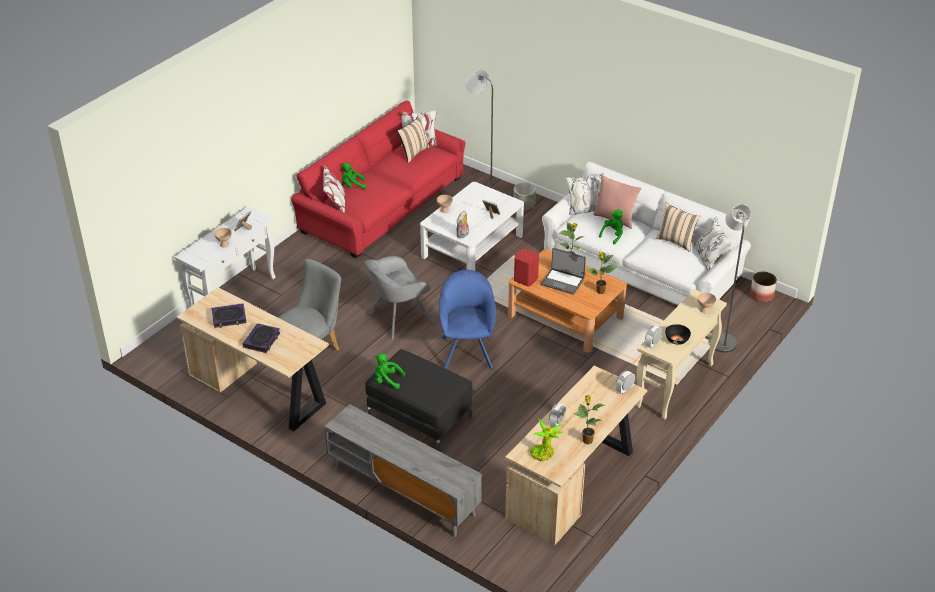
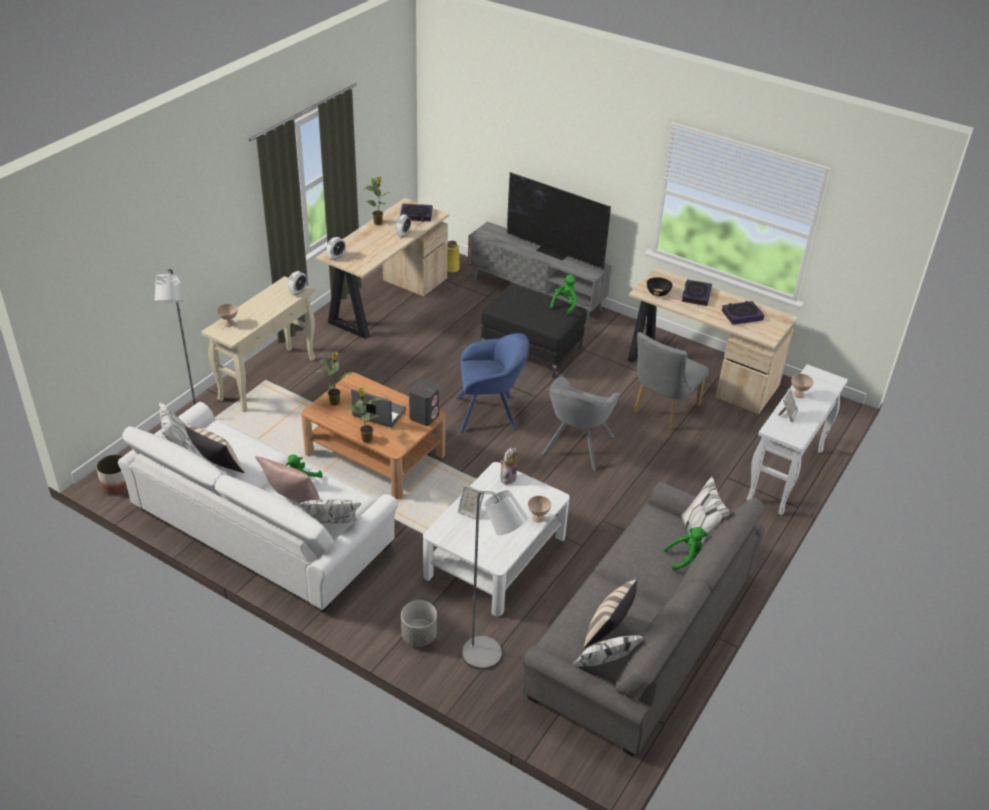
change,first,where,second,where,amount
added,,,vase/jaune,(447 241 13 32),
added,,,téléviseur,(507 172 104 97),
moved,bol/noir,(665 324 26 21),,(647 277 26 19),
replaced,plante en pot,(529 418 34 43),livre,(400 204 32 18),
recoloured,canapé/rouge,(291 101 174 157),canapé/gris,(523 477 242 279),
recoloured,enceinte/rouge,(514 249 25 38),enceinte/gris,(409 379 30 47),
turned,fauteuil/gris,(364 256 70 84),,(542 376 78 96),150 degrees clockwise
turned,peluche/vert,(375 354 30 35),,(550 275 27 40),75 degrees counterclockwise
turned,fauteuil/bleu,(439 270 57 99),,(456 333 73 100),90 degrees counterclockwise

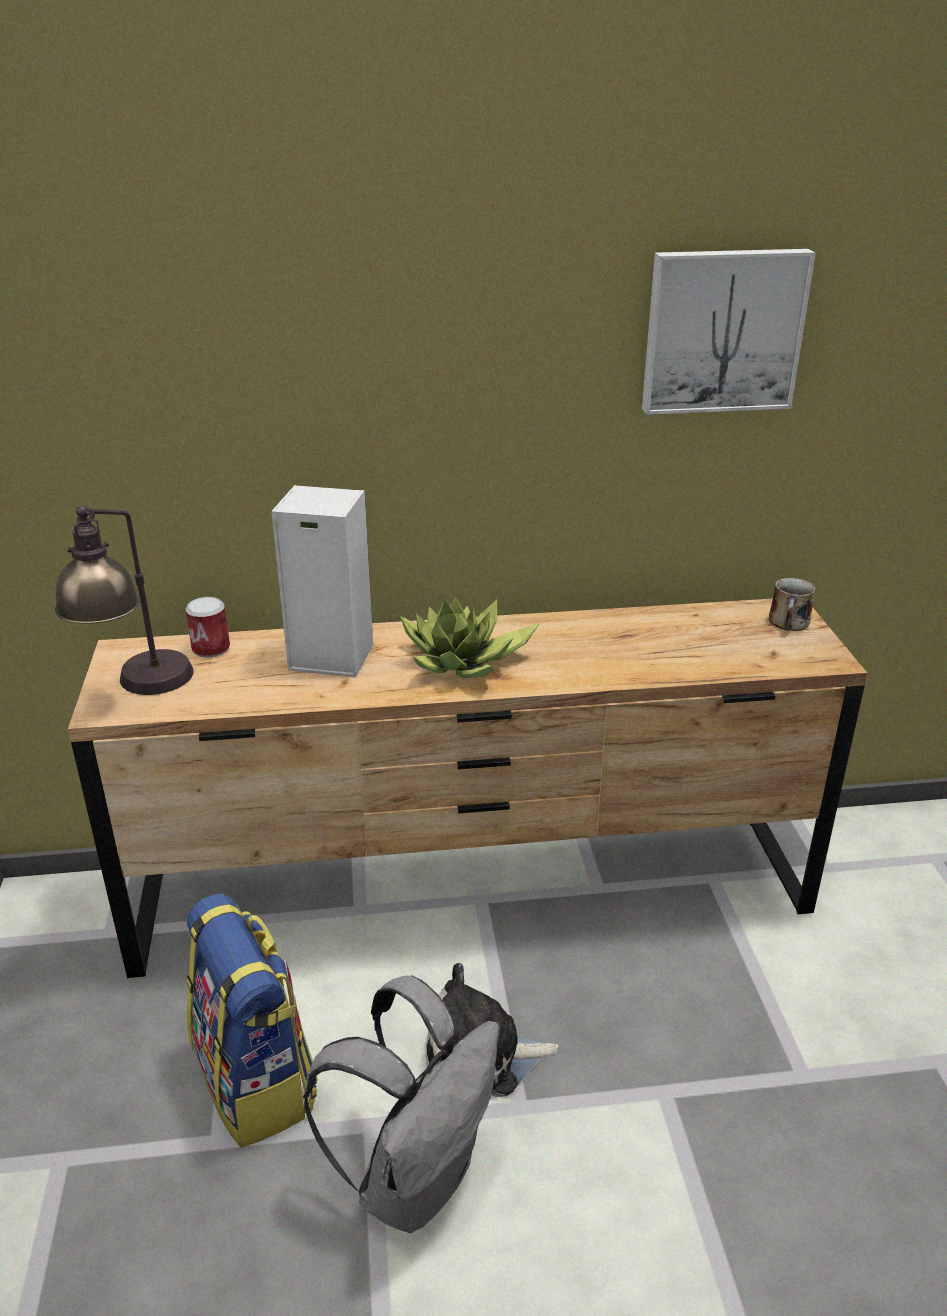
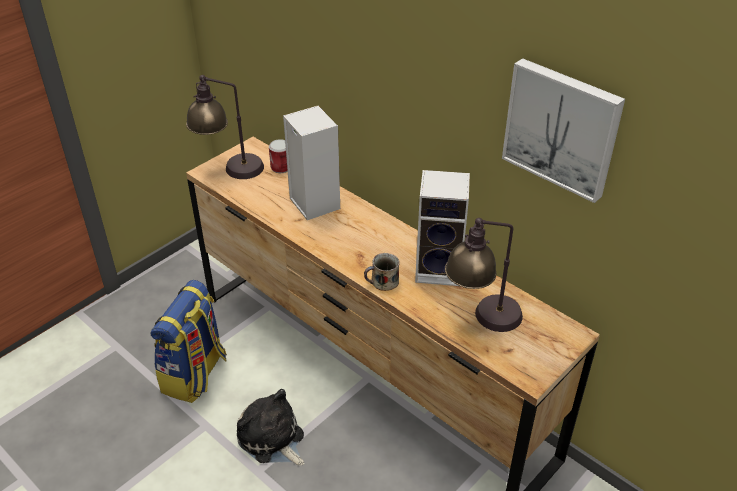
change,first,where,second,where,amount
removed,sac à dos/gris,(303 976 197 258),,,
removed,plante en pot,(400 597 140 81),,,
added,,,enceinte,(415 170 55 116),
added,,,lampe de table,(445 218 78 114),
moved,mug,(769 578 47 53),,(364 253 36 38),

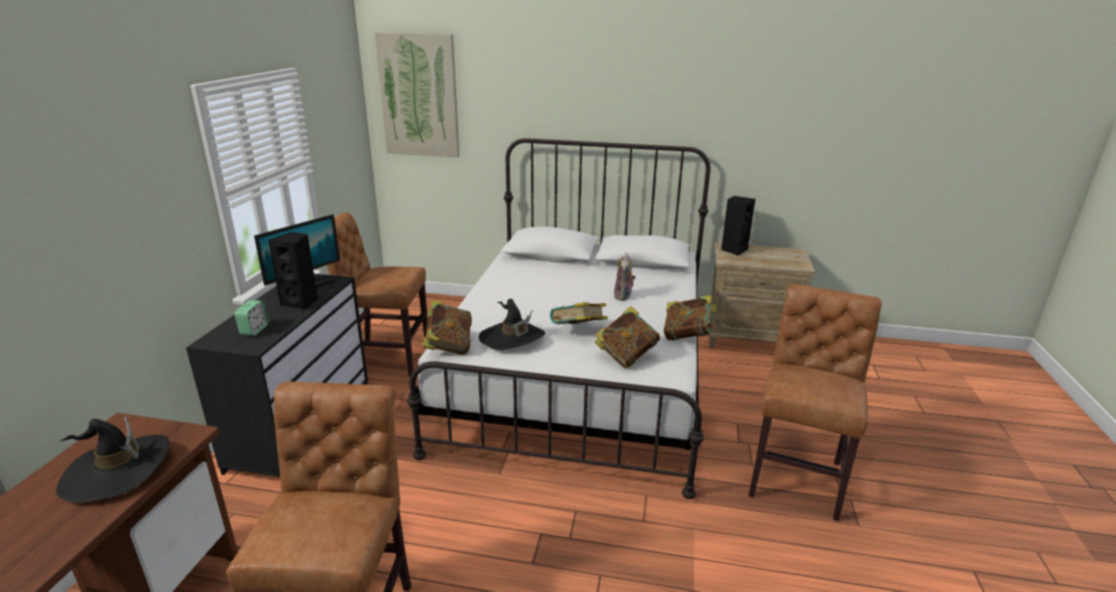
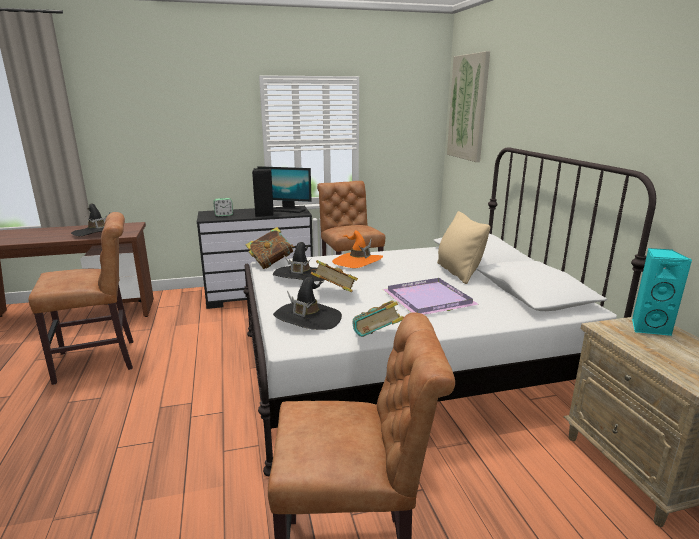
change,first,where,second,where,amount
added,,,chapeau/orange,(332 230 51 38),
added,,,coussin/beige,(437 211 54 73),
replaced,livre,(595 306 65 63),chapeau/noir,(273 277 69 53),
replaced,peluche,(614 252 22 49),plateau/violet,(383 278 95 37),
recoloured,enceinte/noir,(721 196 34 60),enceinte/turquoise,(632 248 60 88),

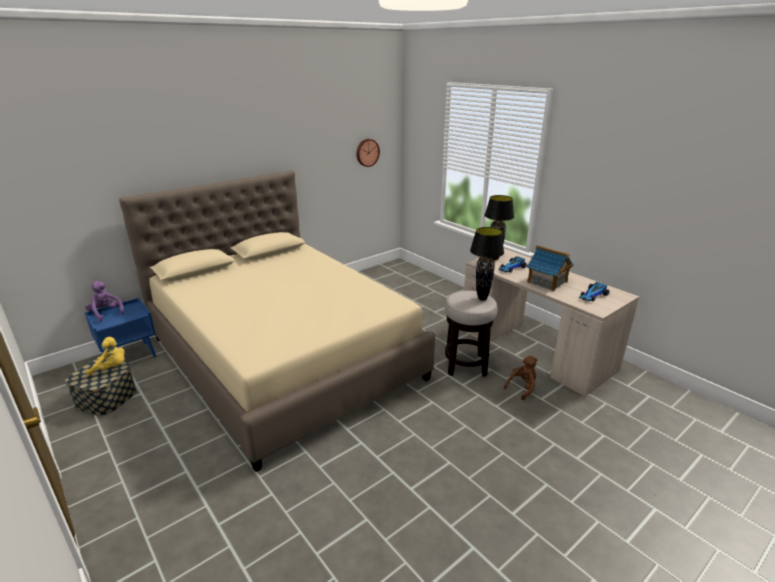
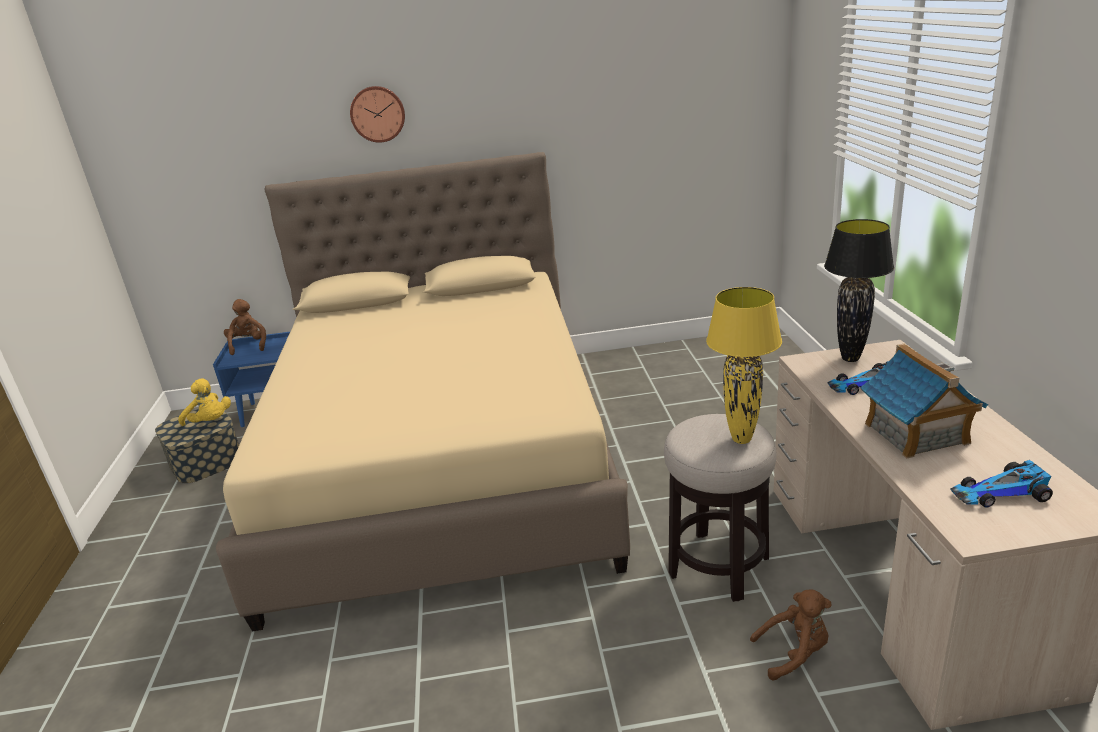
change,first,where,second,where,amount
moved,horloge murale,(356 139 24 28),,(350 86 55 57),
recoloured,peluche/violet,(85 281 39 40),peluche/marron,(224 299 42 56),
recoloured,lampe de table/noir,(470 227 34 74),lampe de table/jaune,(706 287 76 157),

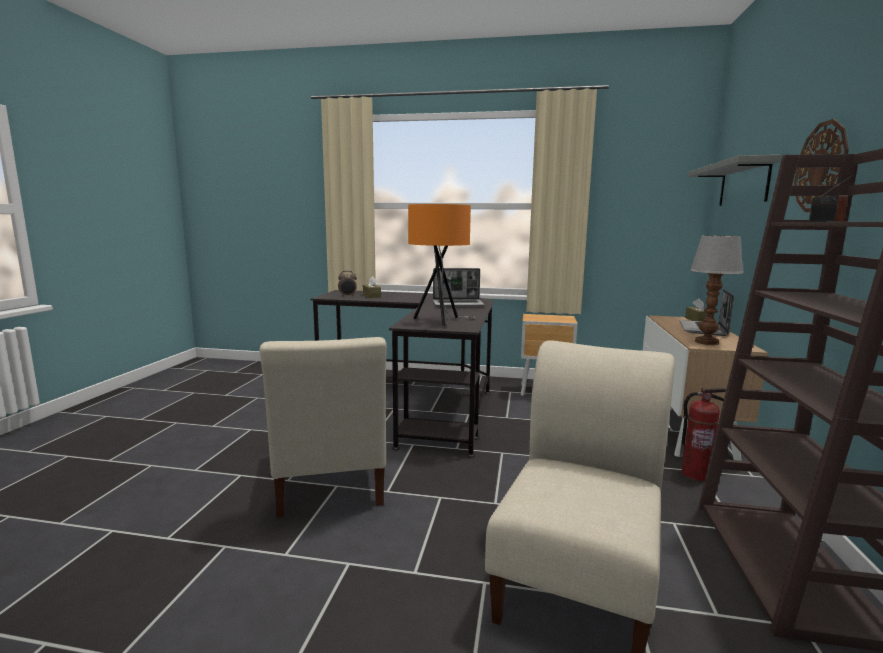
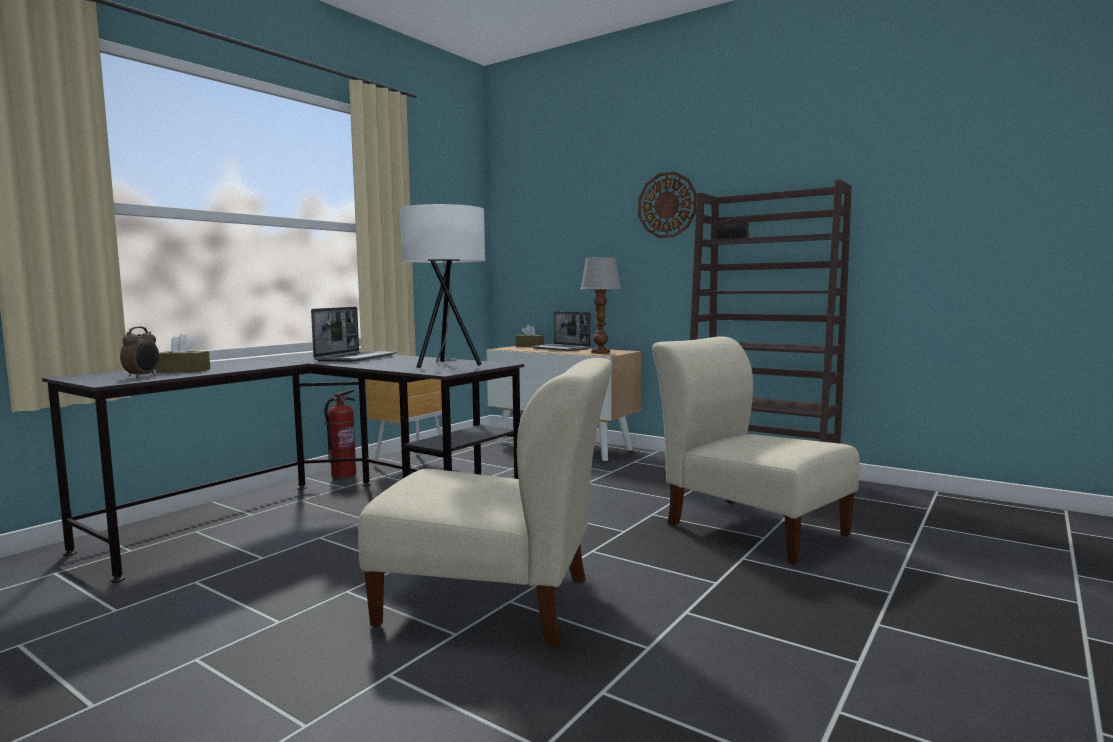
change,first,where,second,where,amount
removed,étagère/gris,(688 155 93 51),,,
moved,extincteur,(680 388 46 93),,(324 389 32 90),
recoloured,lampe de table/orange,(408 204 68 122),lampe de table/blanc,(400 204 85 164),

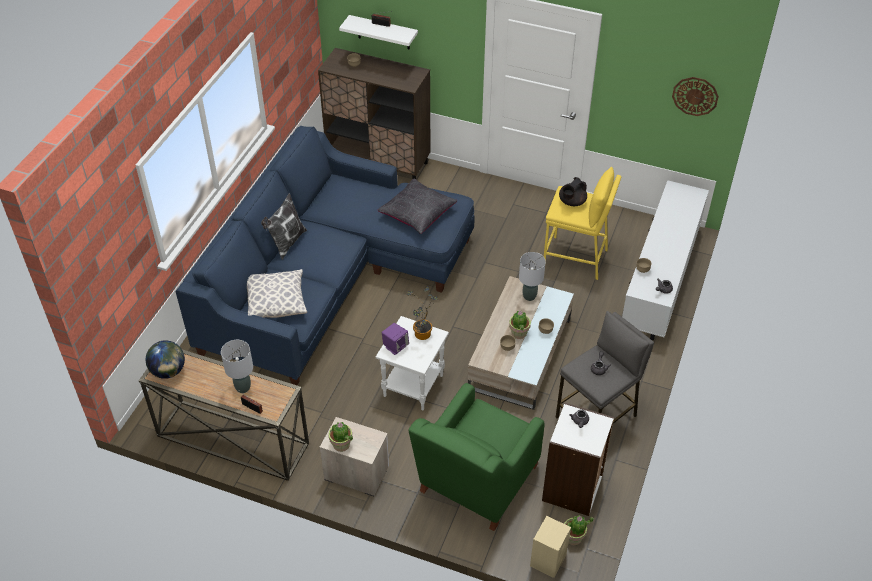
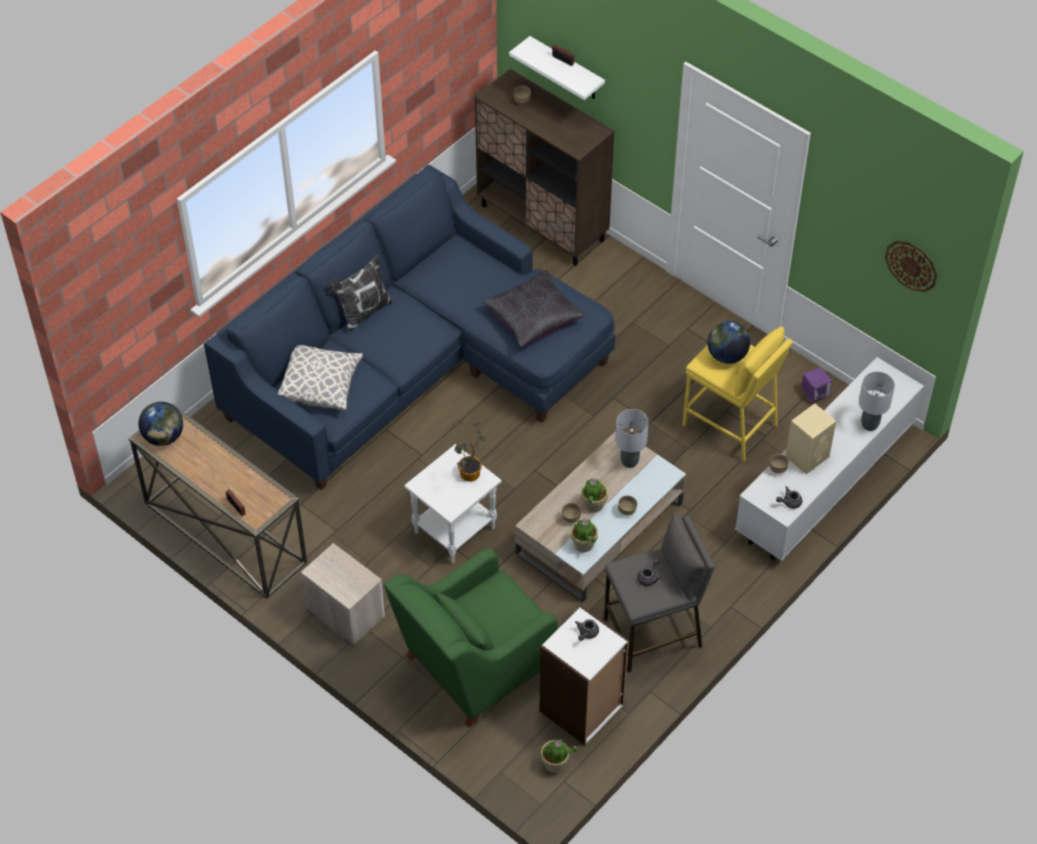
change,first,where,second,where,amount
moved,lampe de table/gris,(221 340 32 53),,(859 371 36 60),
moved,plante en pot,(328 422 25 30),,(571 519 27 33),
moved,enceinte/violet,(382 323 27 32),,(802 367 30 36),
moved,enceinte/beige,(530 516 41 62),,(785 404 51 70),
replaced,théière/noir,(559 177 28 29),globe,(708 321 42 43),

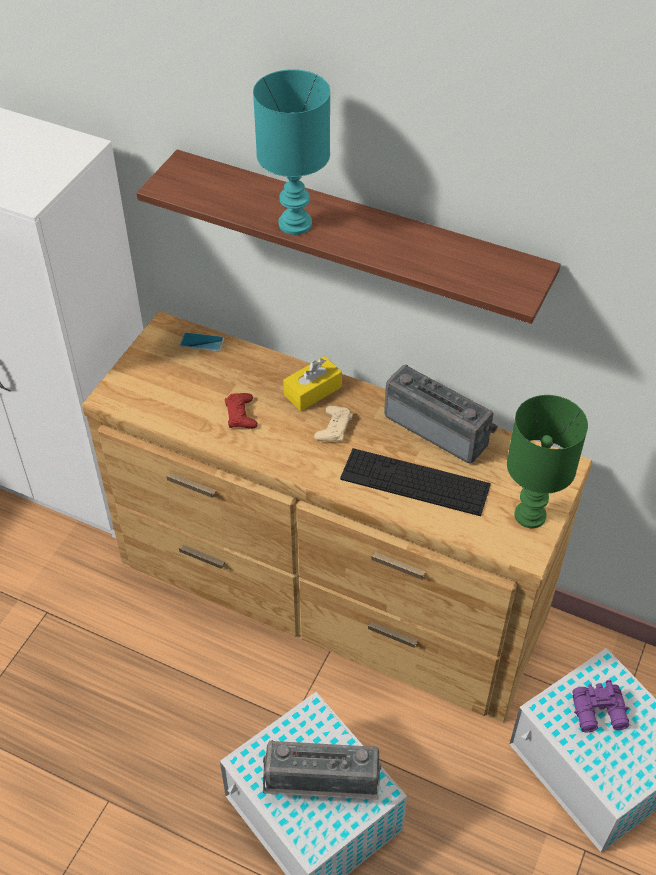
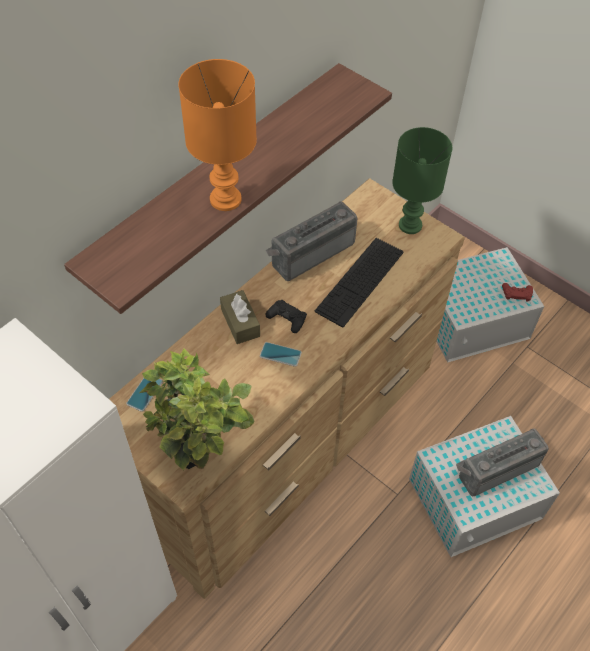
change,first,where,second,where,amount
removed,jumelles/violet,(572 680 57 52),,,
added,,,plante en pot,(140 349 114 121),
added,,,téléphone,(260 342 42 25),
moved,manette/rouge,(225 393 33 36),,(502 283 31 18),
recoloured,lampe de table/turquoise,(253 69 77 166),lampe de table/orange,(178 59 79 152),
recoloured,boîte à mouchoirs/jaune,(283 356 59 55),boîte à mouchoirs/marron,(220 290 40 54),
recoloured,manette/beige,(314 406 39 36),manette/noir,(265 300 42 33),
turned,radio,(263 740 118 60),,(456 428 93 68),135 degrees counterclockwise

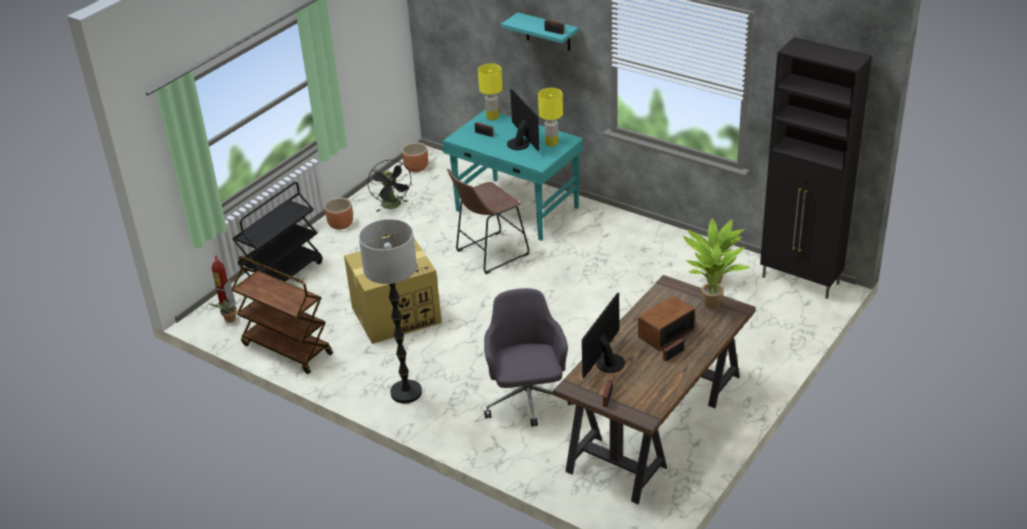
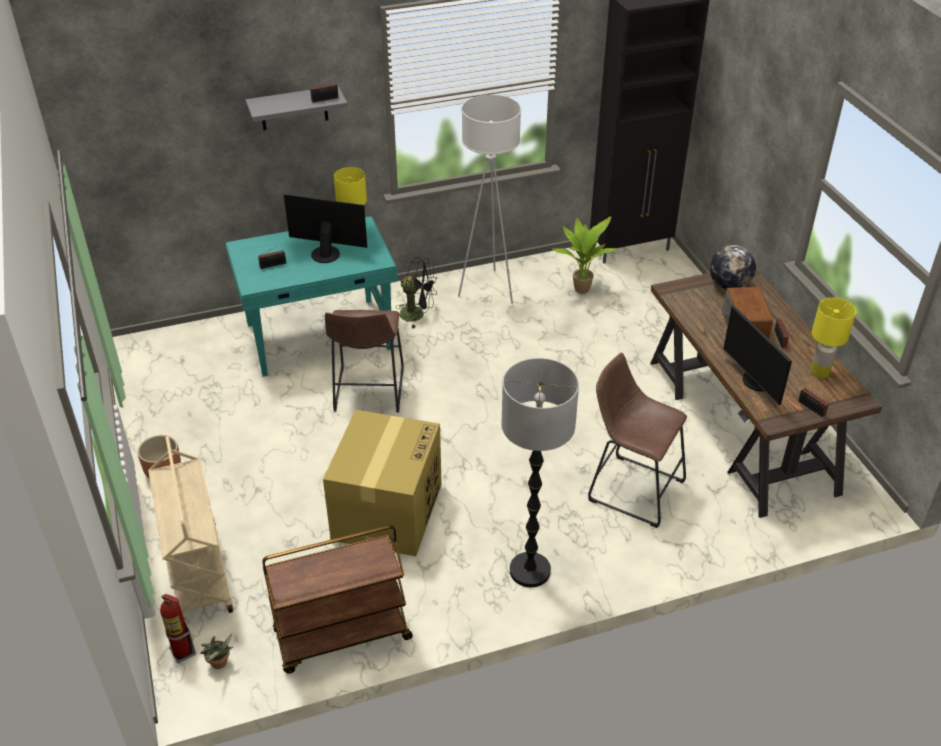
change,first,where,second,where,amount
removed,cache-pot/marron,(402 142 26 30),,,
added,,,lampadaire/blanc,(458 95 63 209),
moved,ventilateur/noir,(368 160 45 52),,(395 257 42 72),
moved,lampe de table/jaune,(478 63 25 57),,(810 298 46 80),
replaced,chaise de bureau/gris,(484 288 90 139),tabouret/marron,(588 353 99 175),
replaced,plante en pot,(683 235 68 75),globe,(710 245 46 44),
recoloured,chariot/noir,(233 182 90 100),chariot/beige,(148 436 85 185),
recoloured,étagère/turquoise,(501 13 78 38),étagère/gris,(246 86 102 44),

